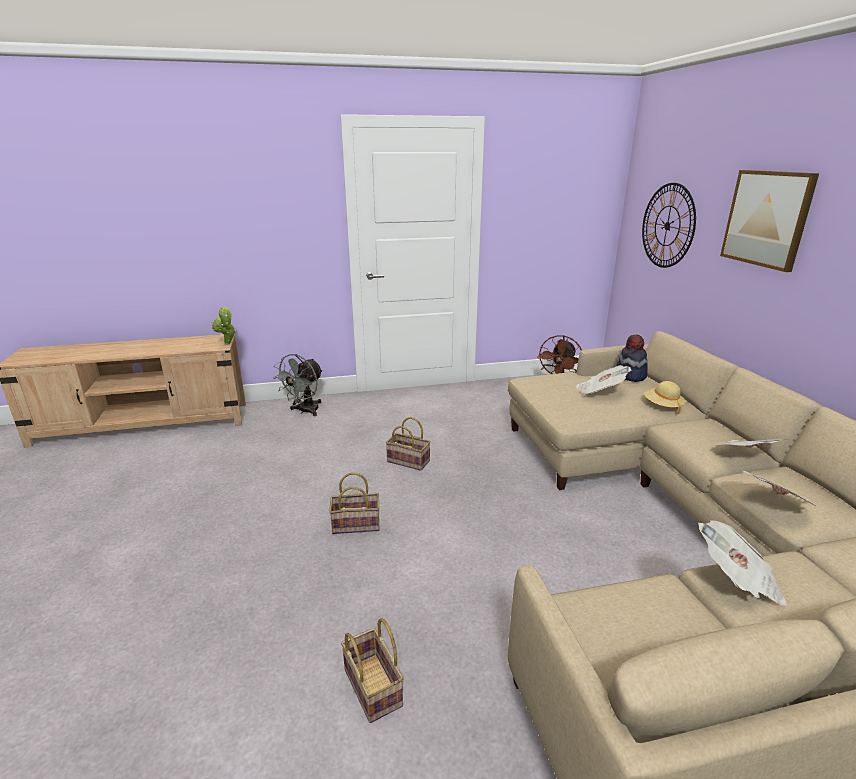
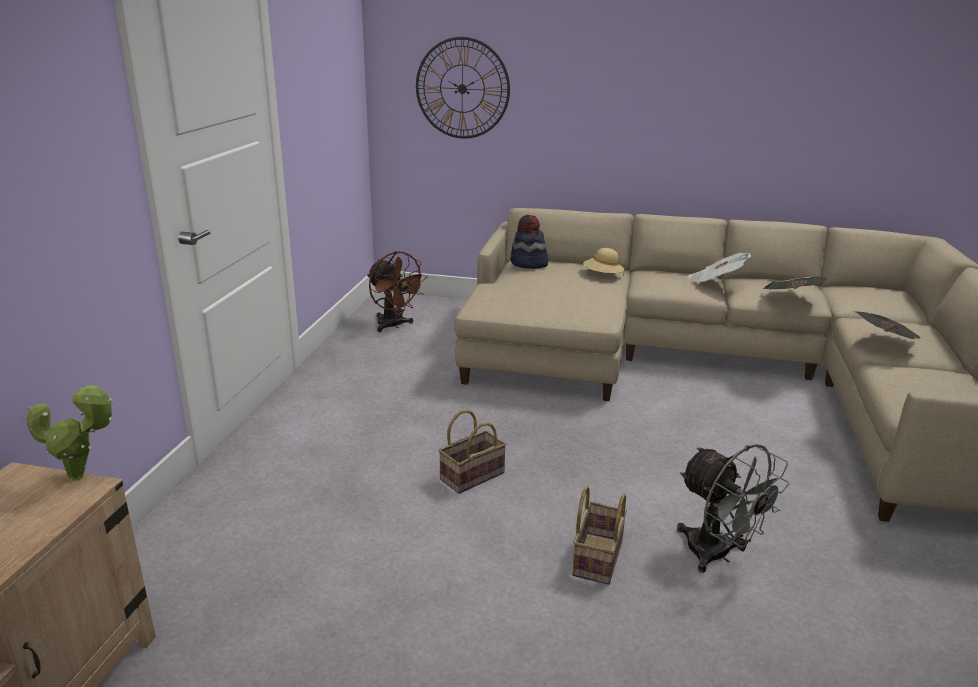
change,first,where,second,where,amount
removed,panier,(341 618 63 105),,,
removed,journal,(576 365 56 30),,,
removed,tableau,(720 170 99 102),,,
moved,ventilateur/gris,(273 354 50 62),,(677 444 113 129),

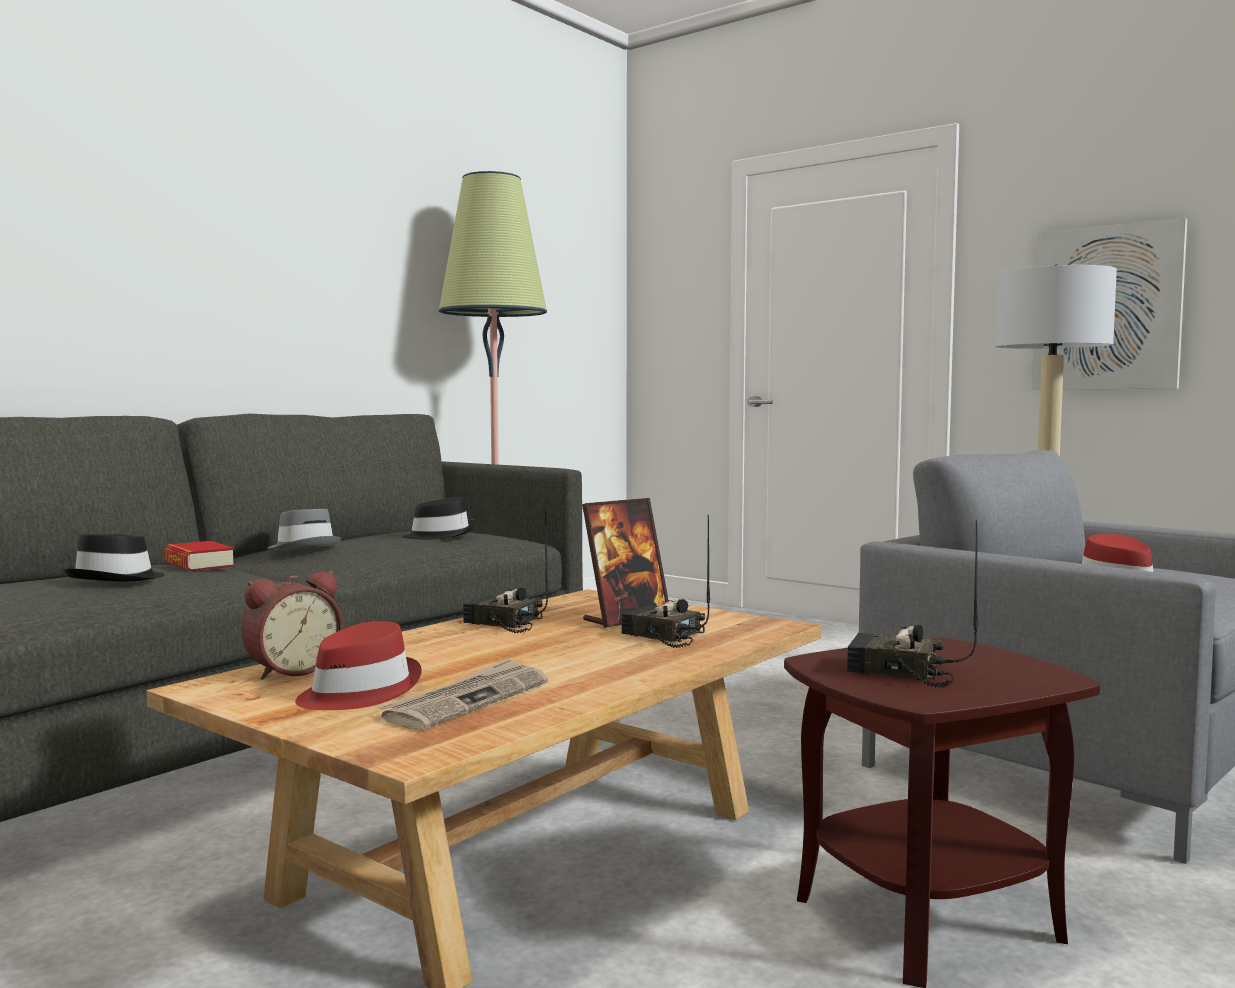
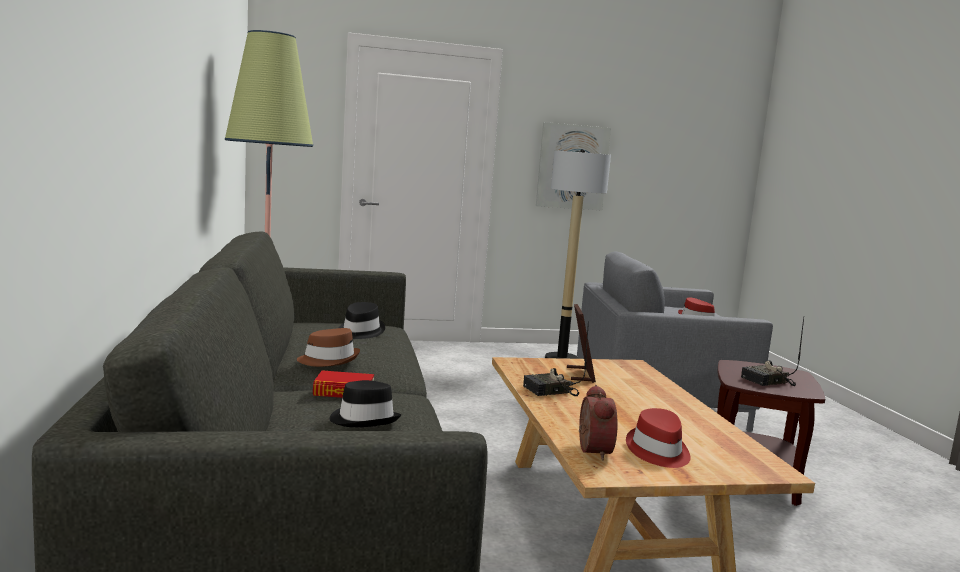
change,first,where,second,where,amount
removed,journal,(379 658 169 73),,,
removed,radio,(621 515 89 133),,,
recoloured,chapeau/gris,(267 509 74 40),chapeau/marron,(297 328 63 39),

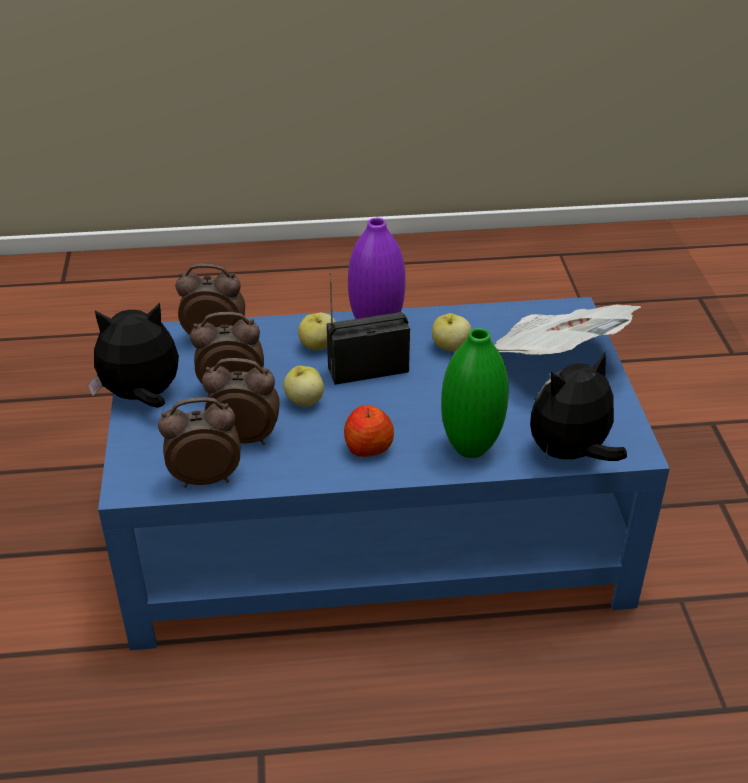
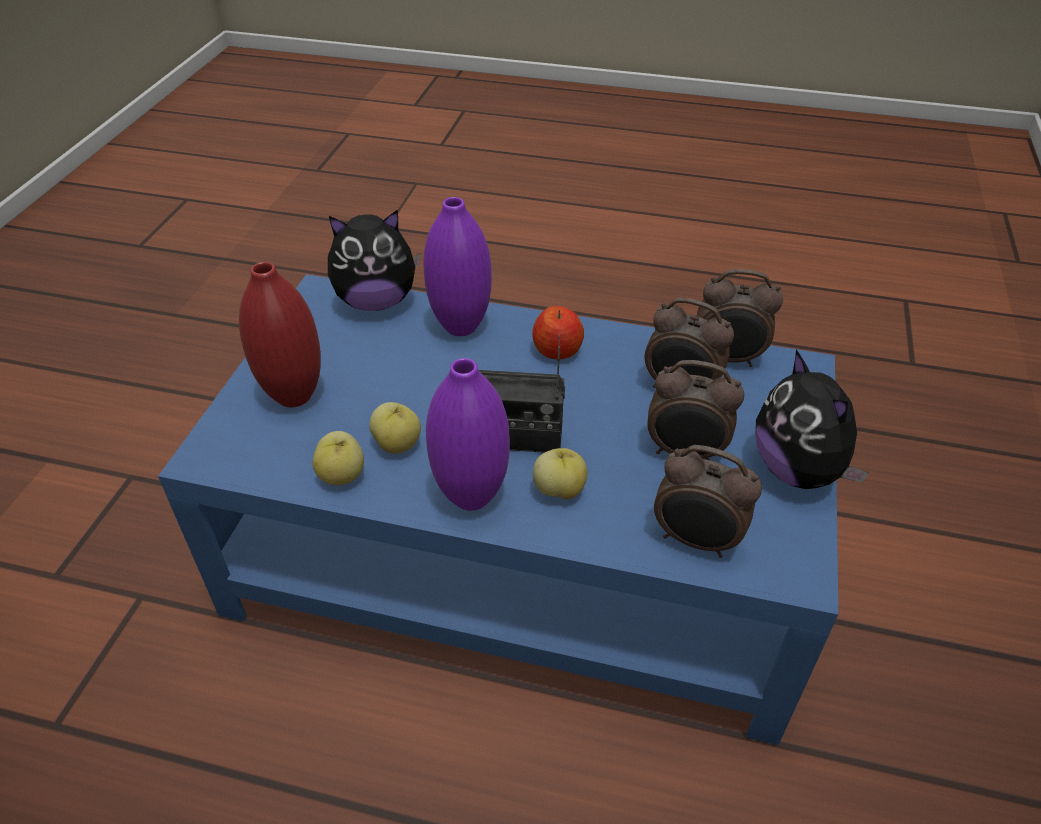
change,first,where,second,where,amount
moved,pomme,(283 366 41 41),,(312 431 52 54),
replaced,journal,(495 305 146 50),vase/rouge,(239 262 82 145),
recoloured,vase/vert,(441 328 68 130),vase/violet,(423 197 69 139),
turned,peluche,(88 303 91 105),,(756 350 113 139),60 degrees clockwise

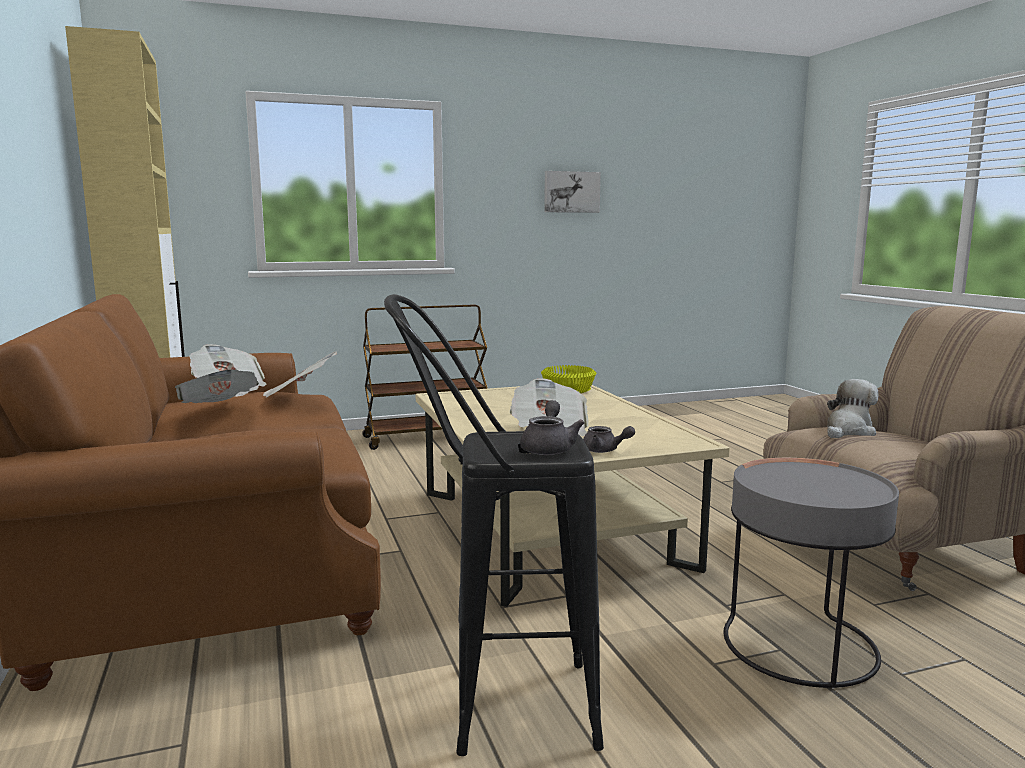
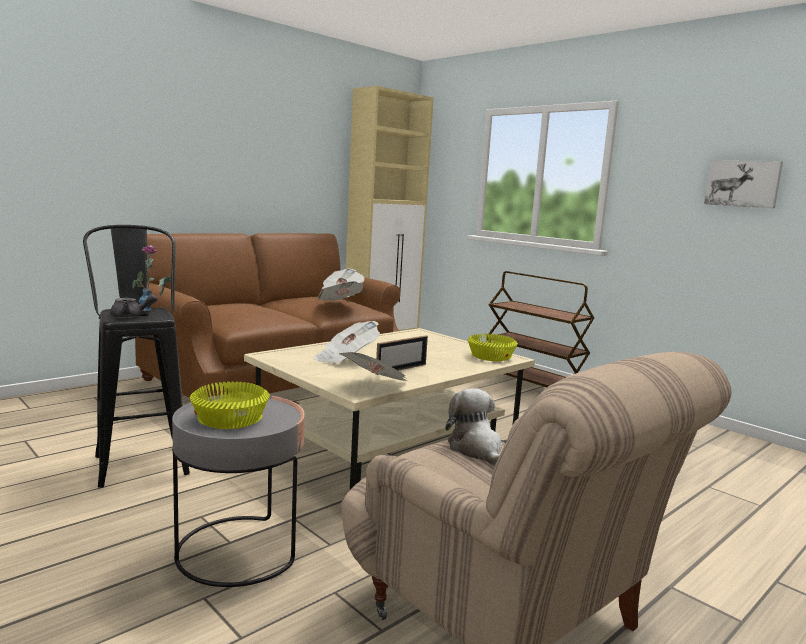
change,first,where,second,where,amount
removed,théière/gris,(583 426 52 27),,,
added,,,vase,(132 245 40 66),
added,,,bol/jaune,(190 381 80 48),
added,,,cadre photo,(376 335 52 40),
moved,journal,(175 369 84 34),,(339 352 69 29),
turned,peluche,(827 379 51 59),,(445 388 57 78),135 degrees counterclockwise

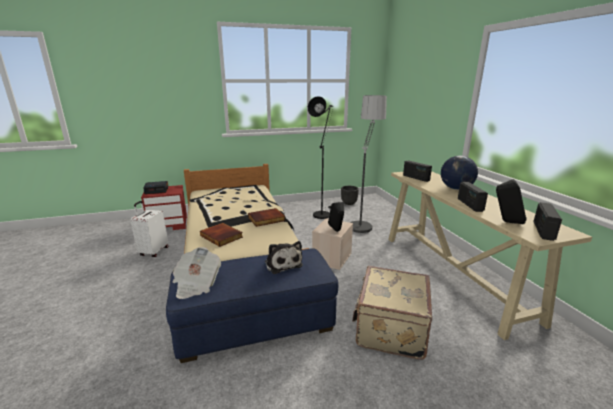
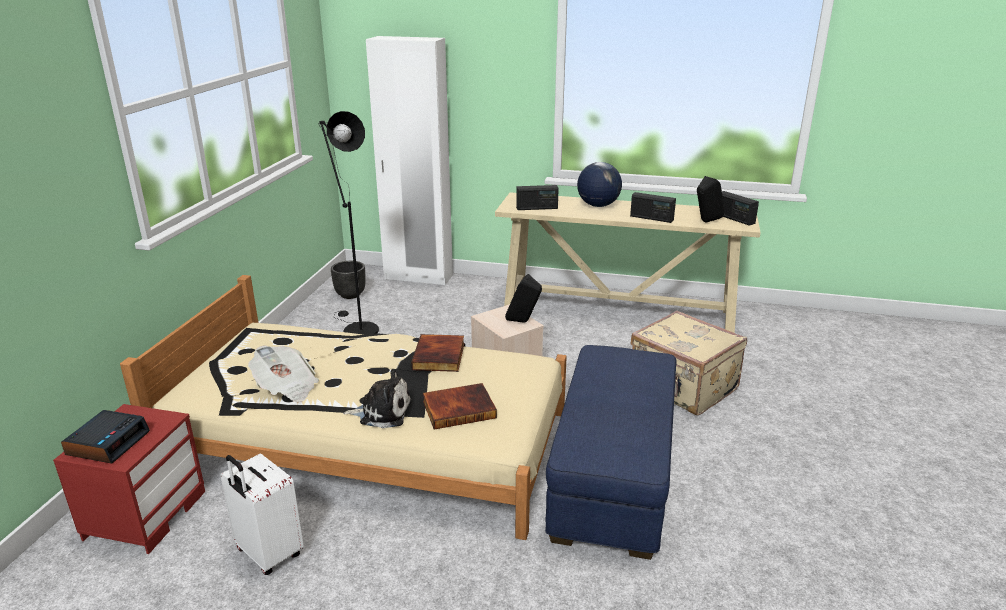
change,first,where,second,where,amount
removed,lampadaire,(349 95 38 140),,,
added,,,armoire/blanc,(366 36 87 249),
moved,journal,(172 247 49 52),,(248 345 71 57),
moved,peluche,(265 241 38 33),,(343 369 69 59),

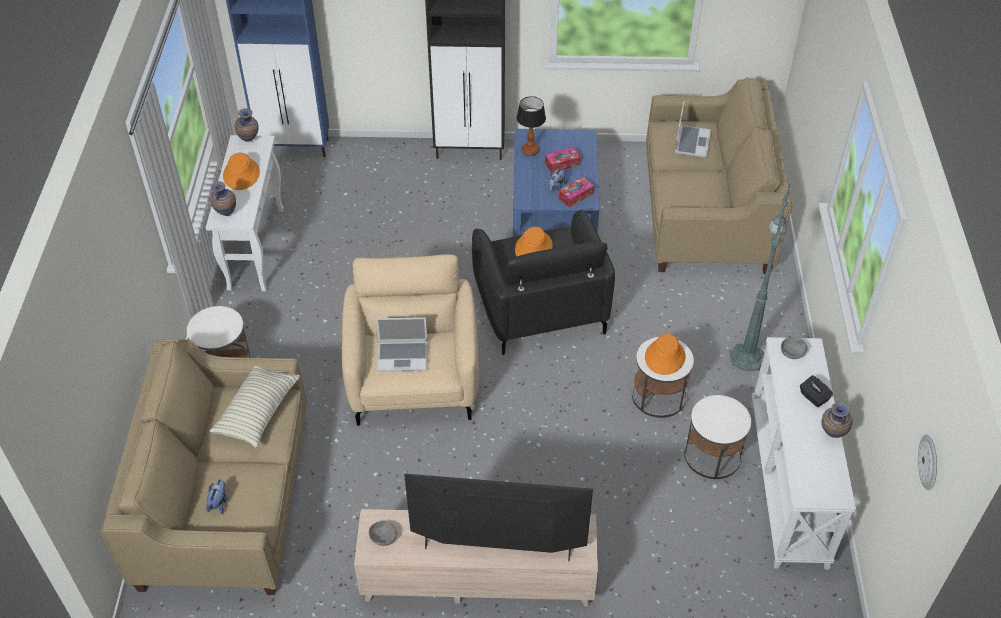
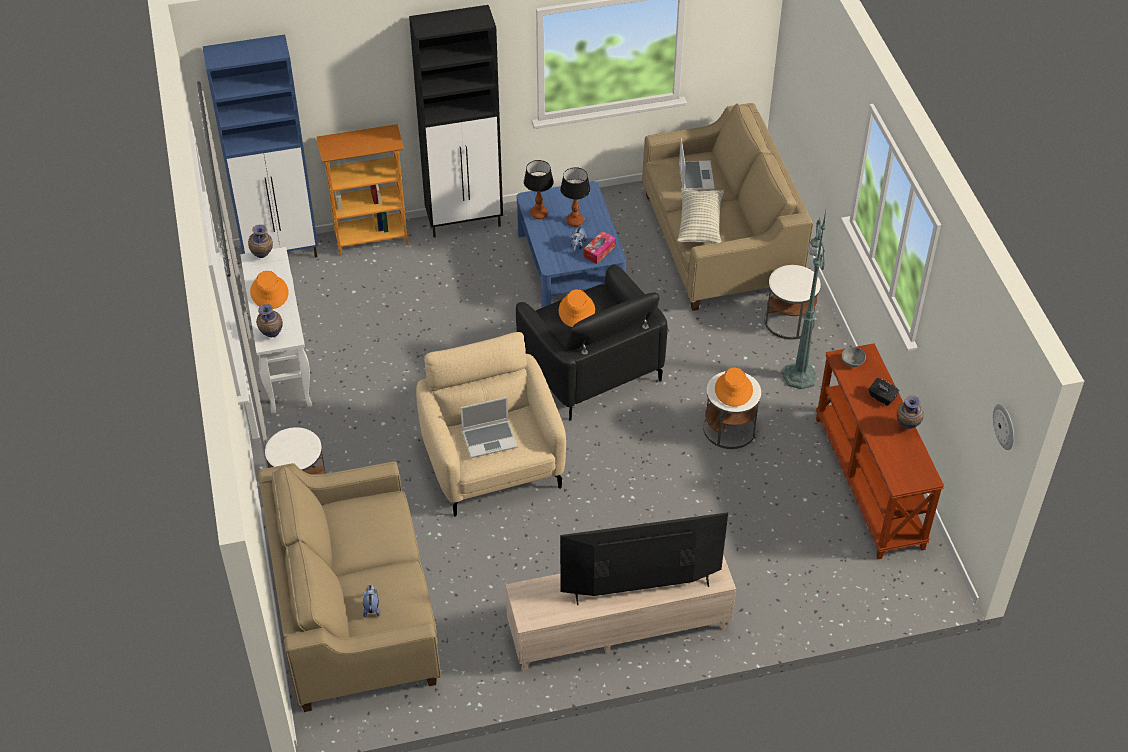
change,first,where,second,where,amount
removed,bol/gris,(369 521 28 25),,,
added,,,bibliothèque,(316 124 92 132),
moved,coussin,(210 365 90 83),,(677 188 47 55),
moved,table d'appoint/blanc,(684 395 67 84),,(764 265 57 75),
replaced,boîte à mouchoirs,(545 147 36 26),lampe de table,(560 167 30 60),
recoloured,table console/blanc,(751 337 105 233),table console/marron,(816 343 128 216),

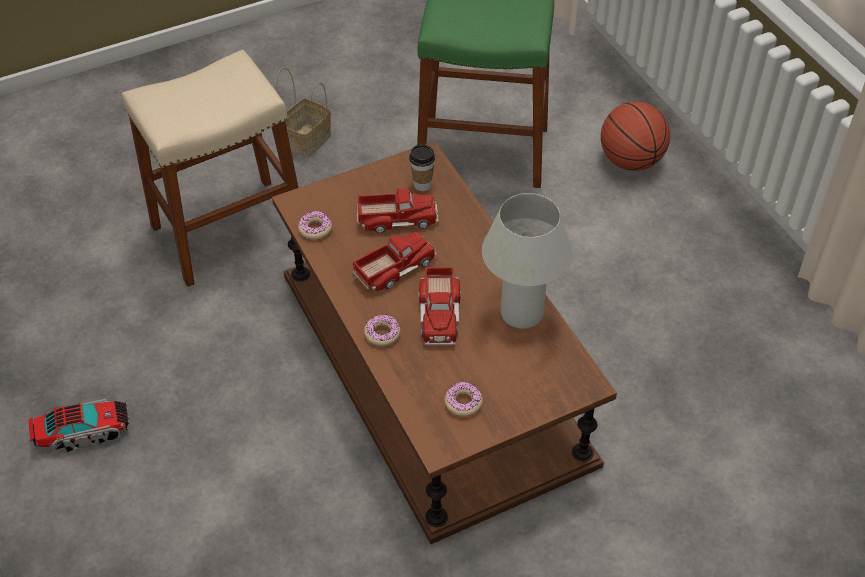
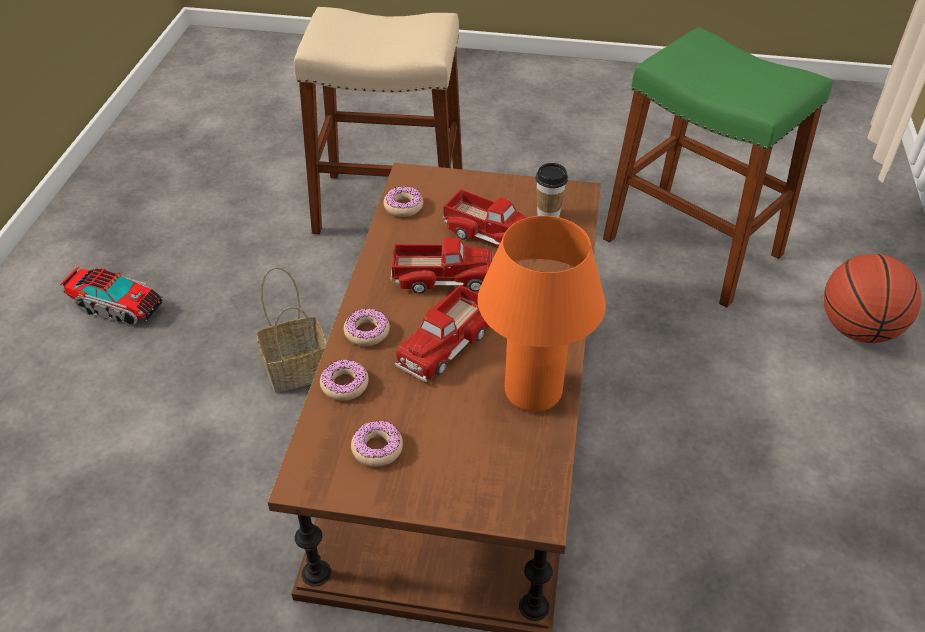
change,first,where,second,where,amount
added,,,beignet,(320 360 49 41),
moved,panier,(276 67 55 91),,(256 267 70 126),
recoloured,lampe de table/blanc,(482 193 90 136),lampe de table/orange,(478 216 128 196),

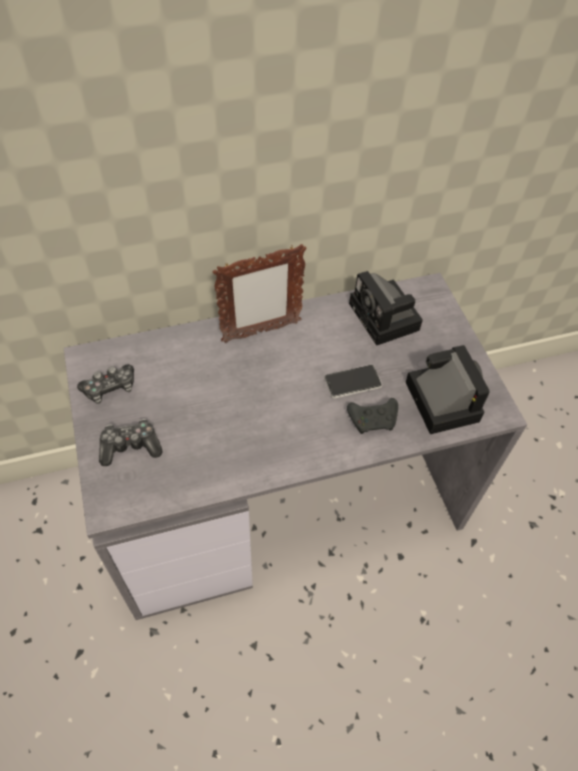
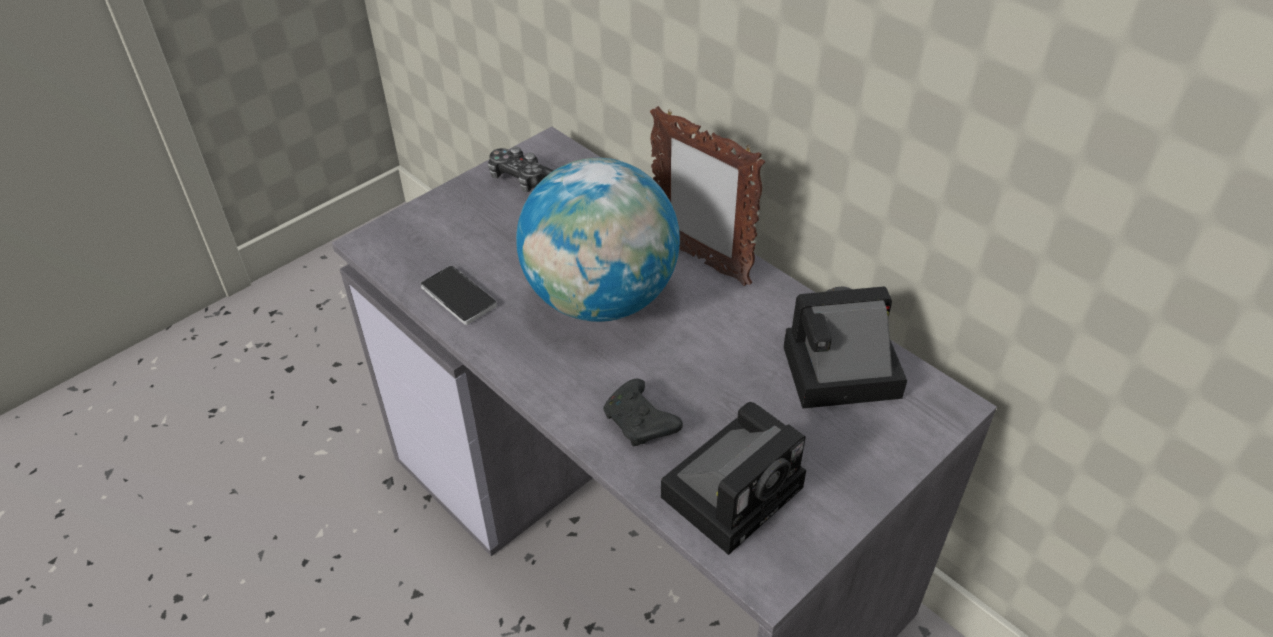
change,first,where,second,where,amount
removed,manette,(99 419 64 47),,,
added,,,globe,(516 158 164 164),
moved,téléphone,(324 365 58 33),,(421 266 76 59),
turned,appareil photo,(349 271 74 74),,(784 286 123 123),45 degrees clockwise

